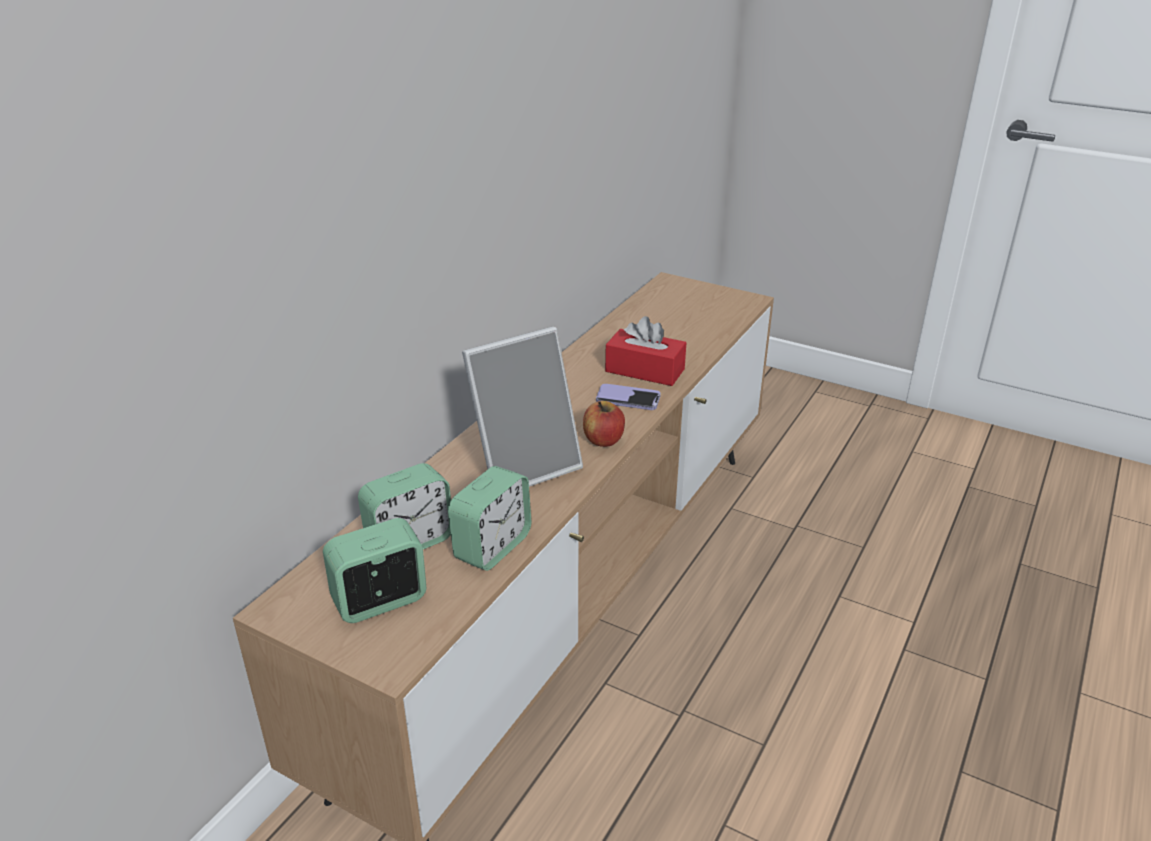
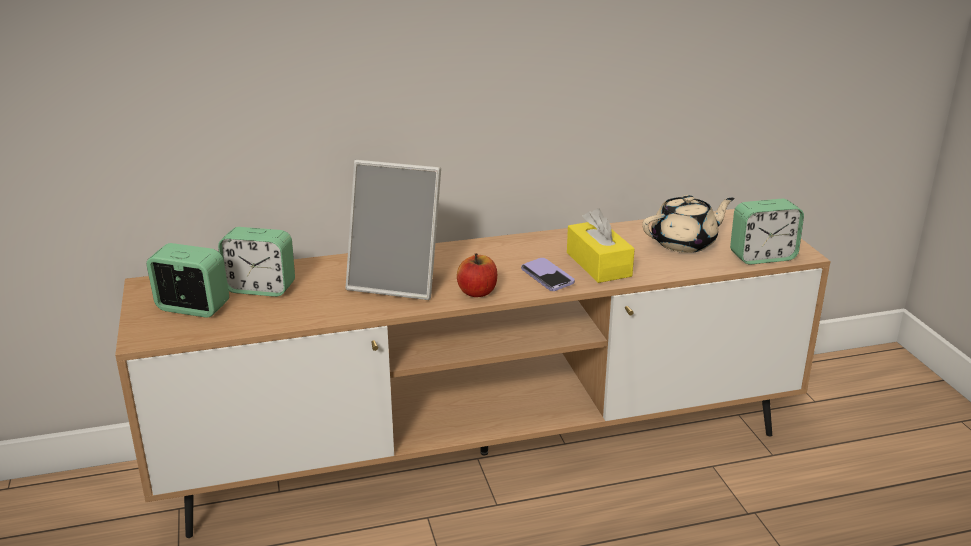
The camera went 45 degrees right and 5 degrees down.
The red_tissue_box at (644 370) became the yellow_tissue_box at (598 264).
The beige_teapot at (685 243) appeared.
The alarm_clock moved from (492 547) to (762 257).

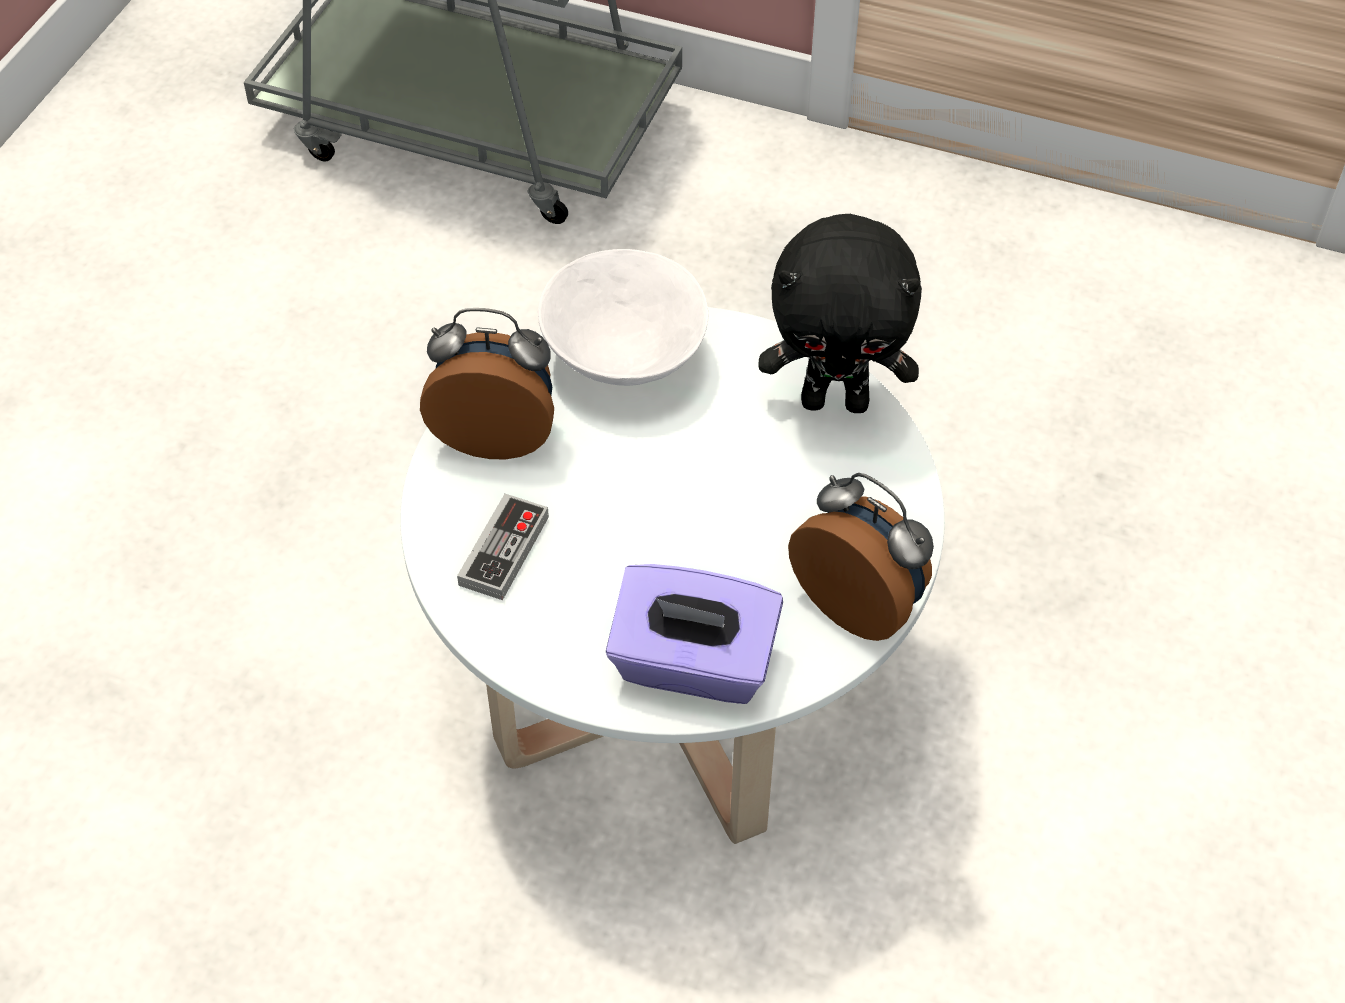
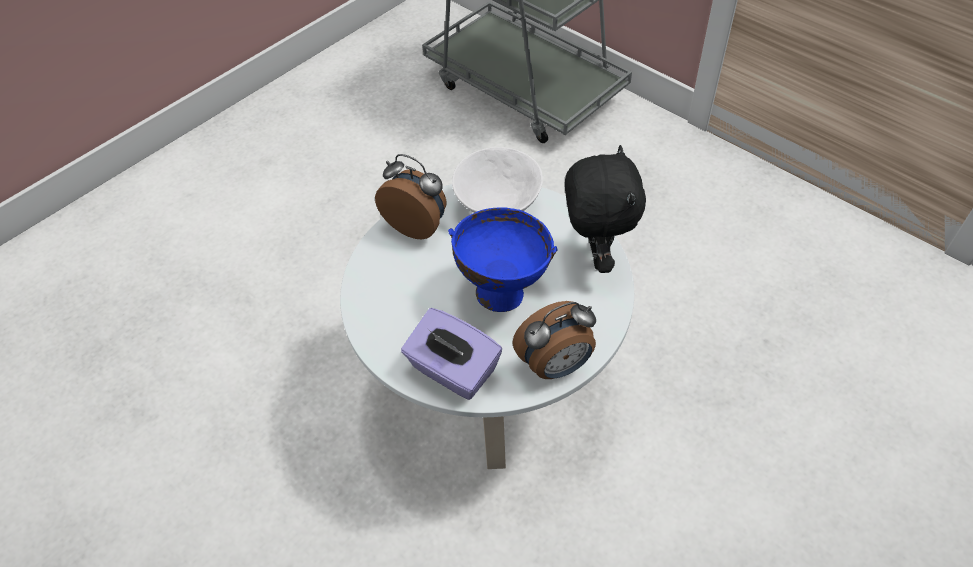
The camera went 25 degrees right and 0 degrees up.
The blue_bowl at (502 291) appeared.
The alarm_clock at (860 603) turned 90 degrees clockwise.
The black_plush_toy at (836 401) turned 120 degrees counterclockwise.
The game_controller at (504 550) disappeared.

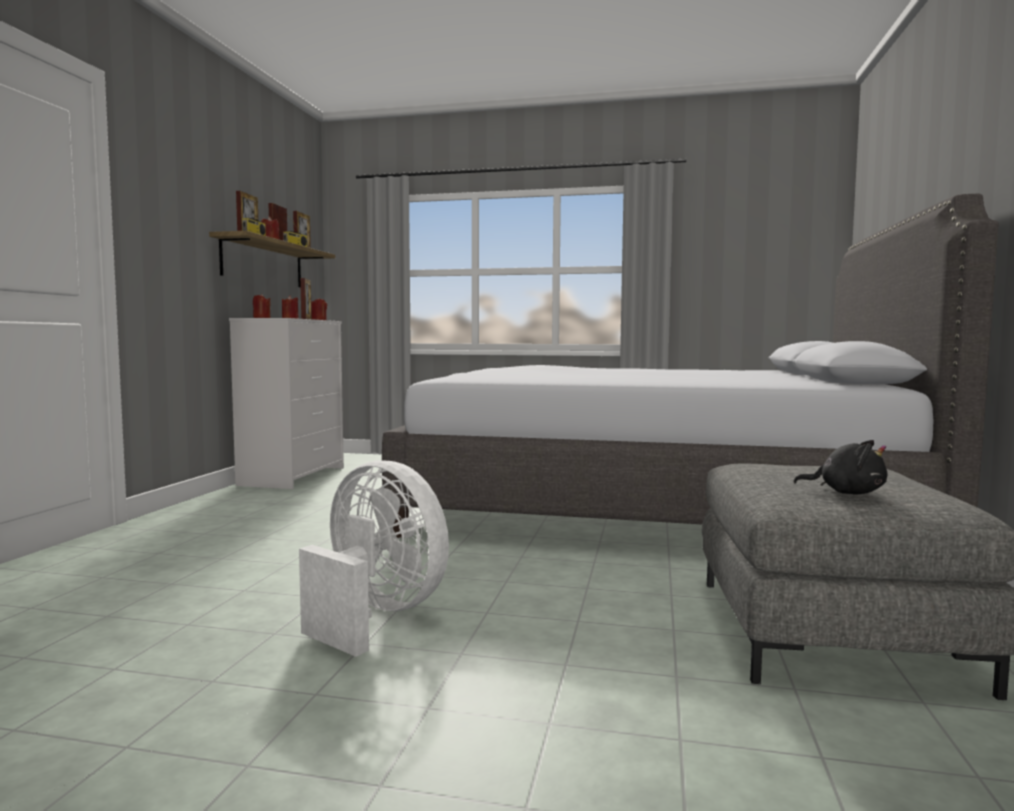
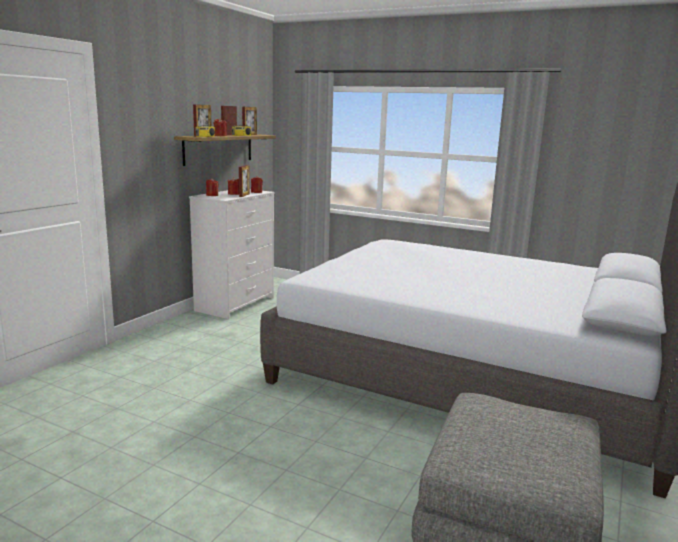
The camera went 15 degrees right and 10 degrees up.
The white_fan at (376 615) disappeared.
The black_plush_toy at (846 493) disappeared.

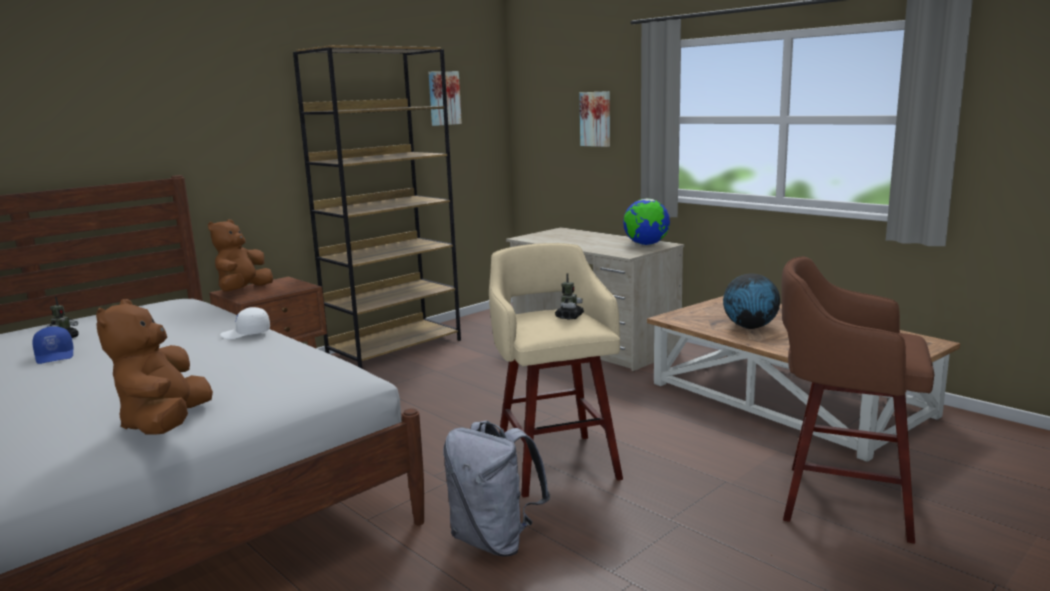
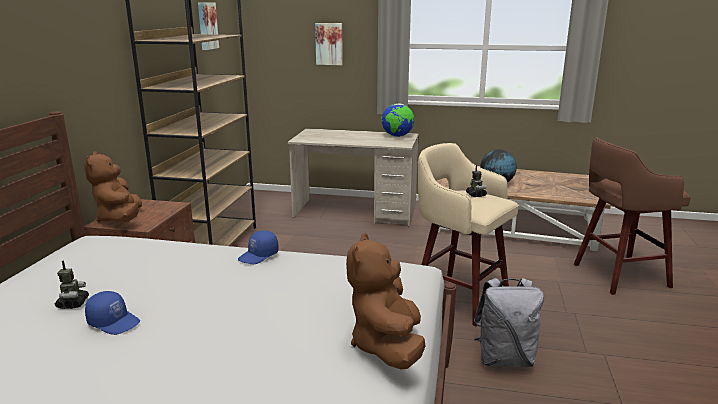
The camera went 35 degrees left and 5 degrees up.
The white_cap at (246 334) became the blue_cap at (259 256).
The brown_plush_toy at (166 425) turned 45 degrees clockwise.

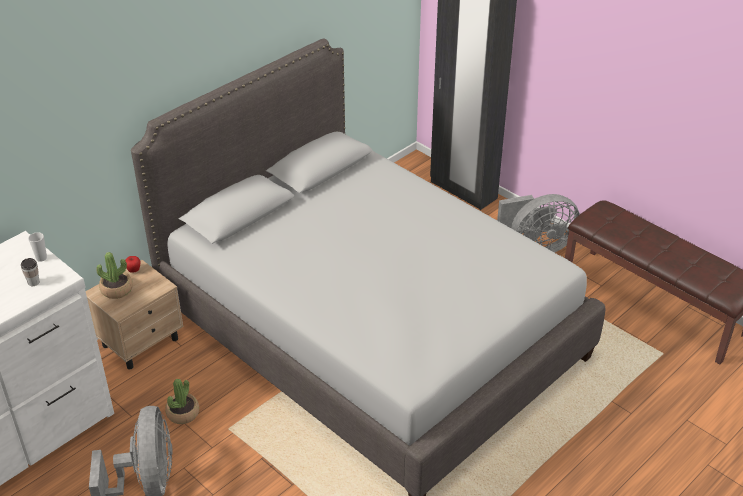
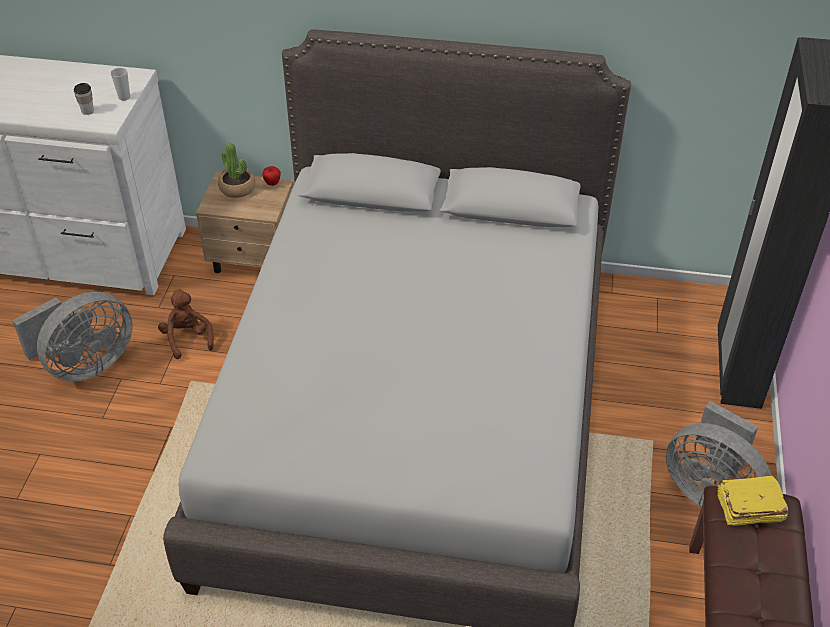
The camera went 55 degrees right and 5 degrees up.
The potted_plant at (183 413) was replaced by the brown_plush_toy at (187 339).
The yellow_book at (748 508) appeared.

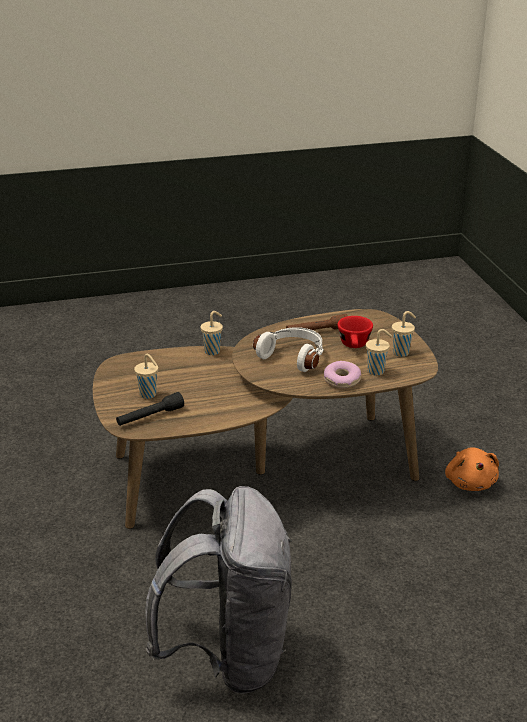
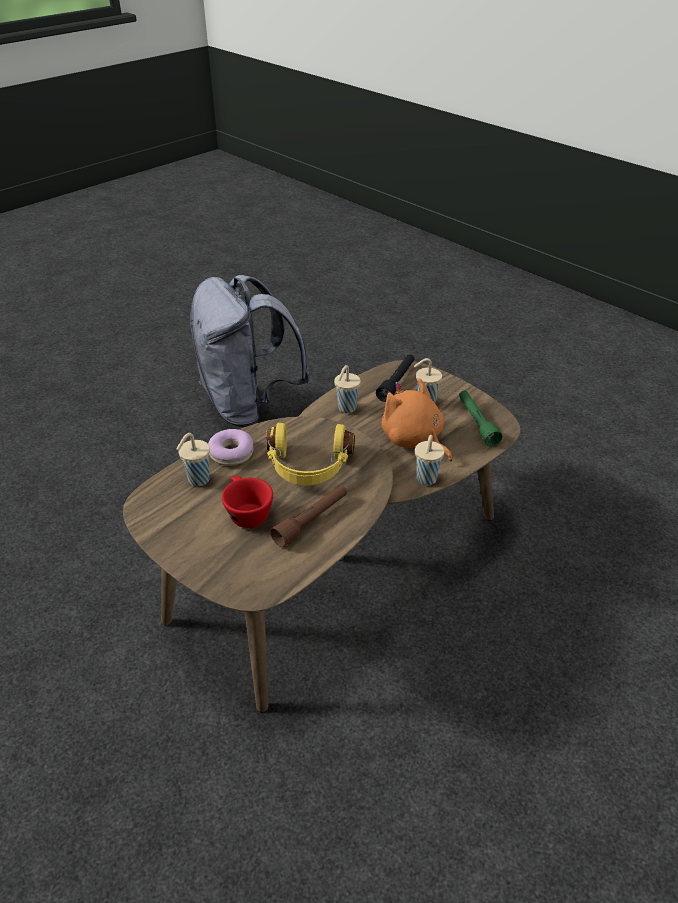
The camera went 150 degrees right and 10 degrees up.
The white_headphones at (293 356) became the yellow_headphones at (308 467).
The beige_cup moved from (402 353) to (346 409).
The orange_plush_toy moved from (470 482) to (413 440).
The green_flashlight at (476 423) appeared.

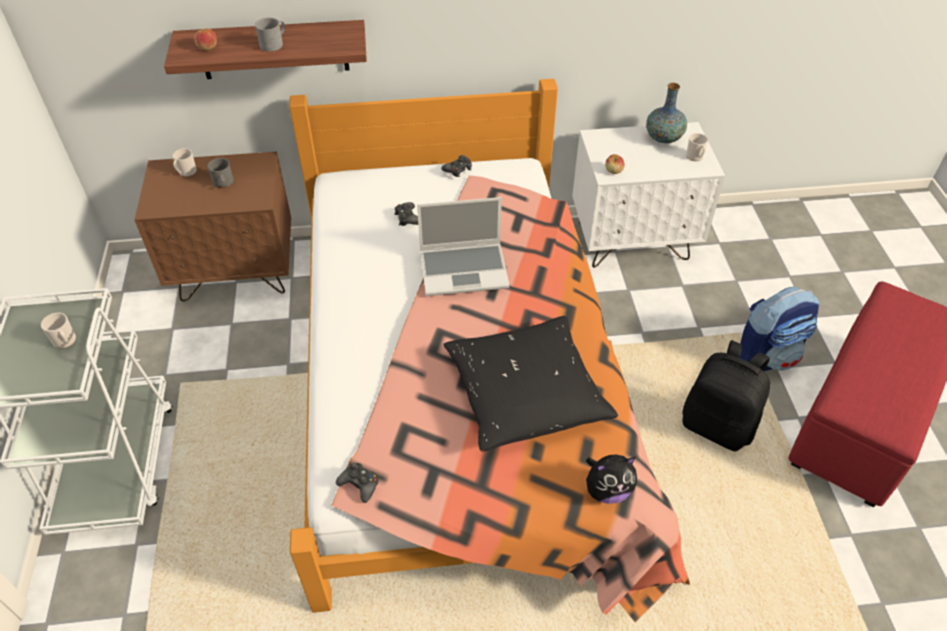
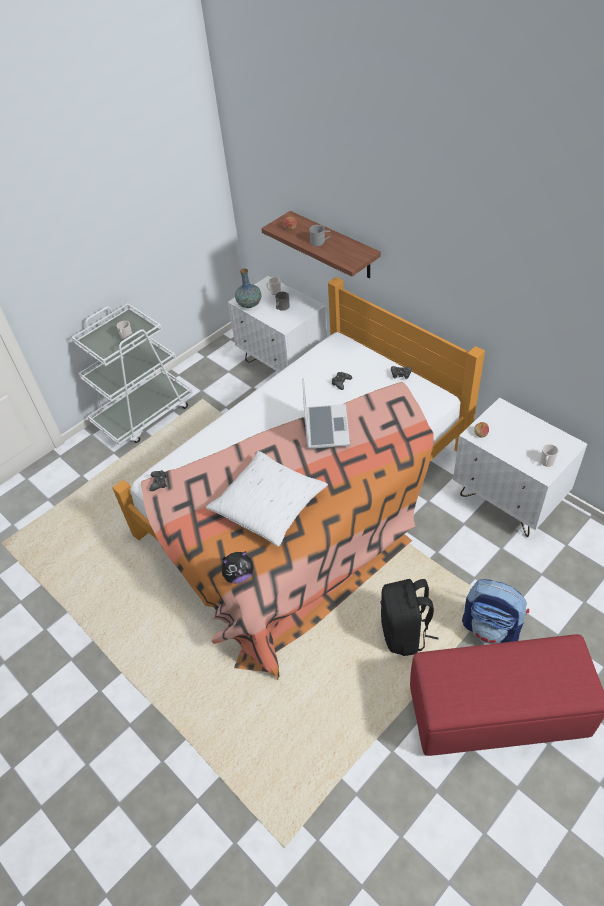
The camera went 55 degrees right and 0 degrees up.
The black_pillow at (526 393) became the white_pillow at (269 505).
The plush_toy at (607 490) turned 60 degrees counterclockwise.
The brown_nightstand at (236 274) became the white_nightstand at (283 364).
The vase moved from (663 138) to (249 304).
The laptop at (464 269) turned 135 degrees counterclockwise.

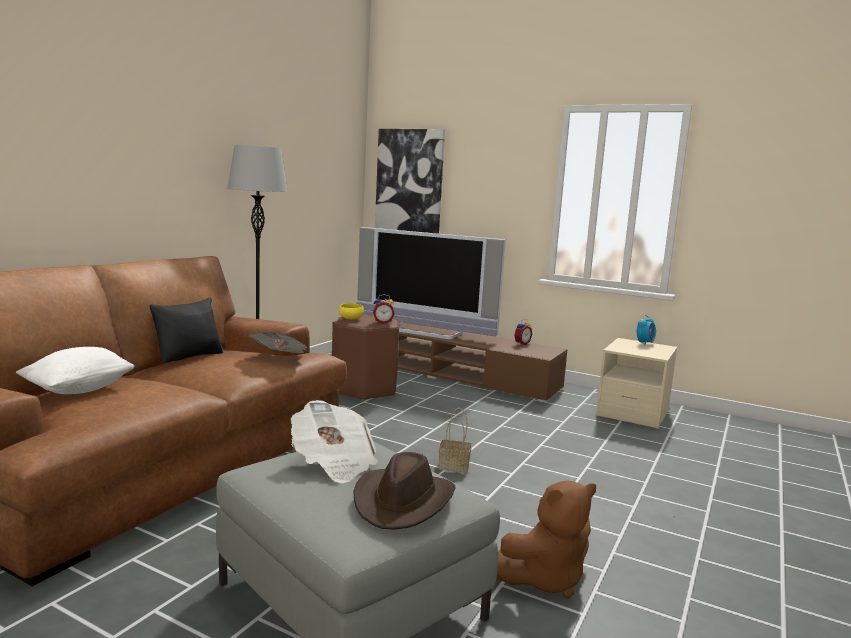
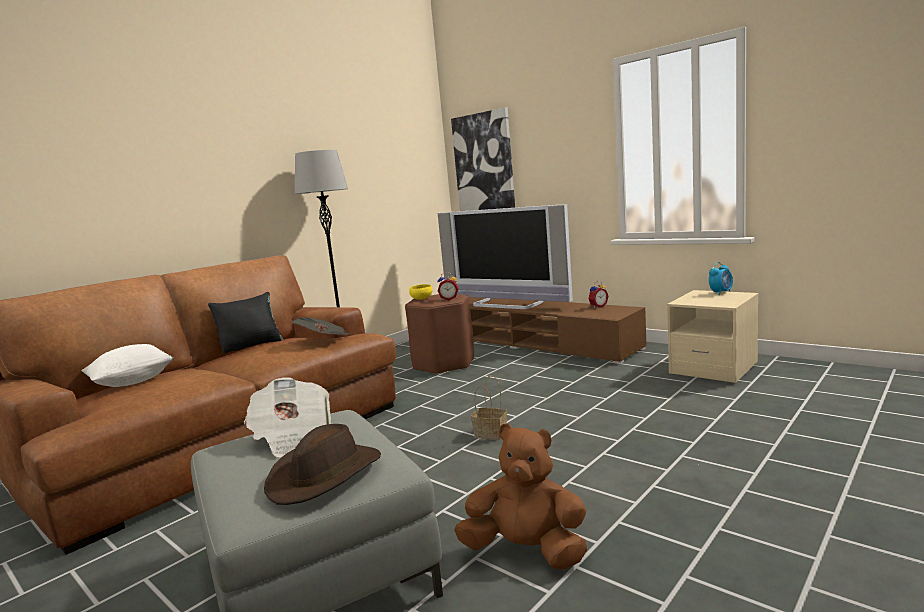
The camera went 15 degrees right and 0 degrees up.
The brown_plush_toy at (545 579) turned 150 degrees counterclockwise.

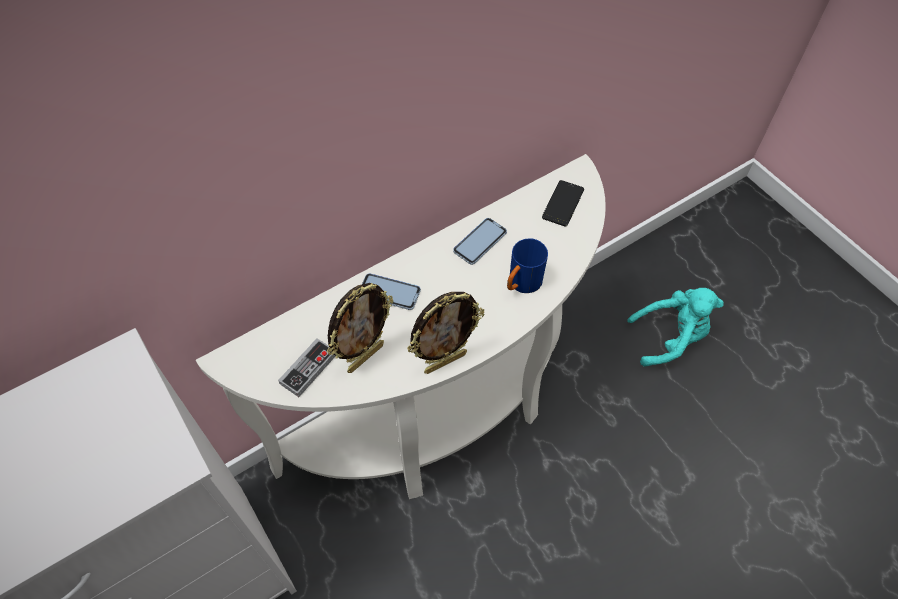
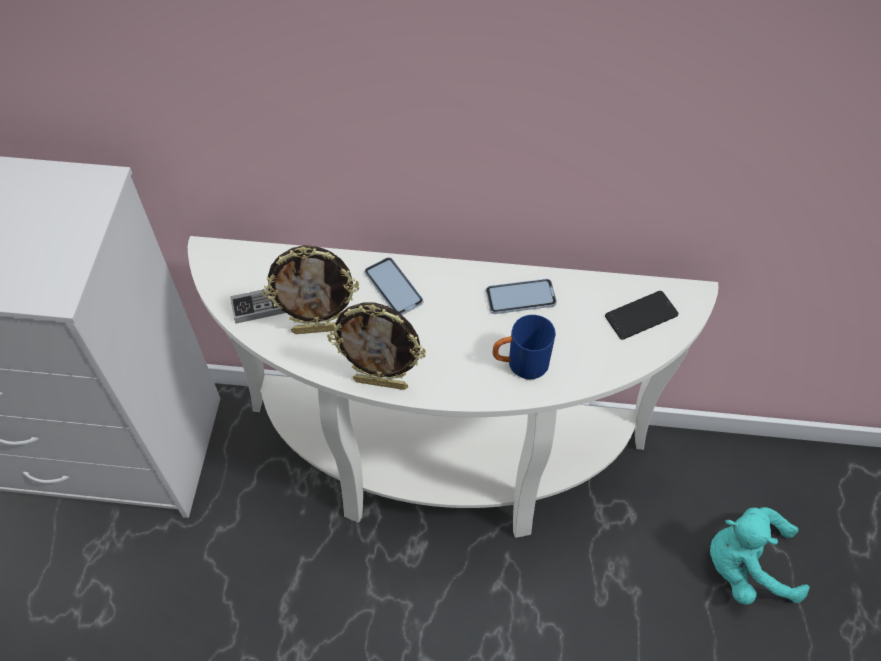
The camera went 40 degrees right and 0 degrees up.
The turquoise_plush_toy at (670 338) turned 150 degrees clockwise.

